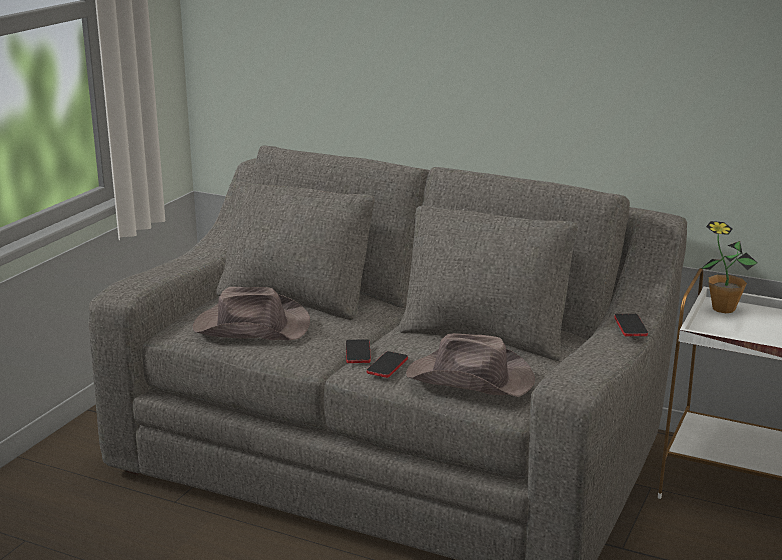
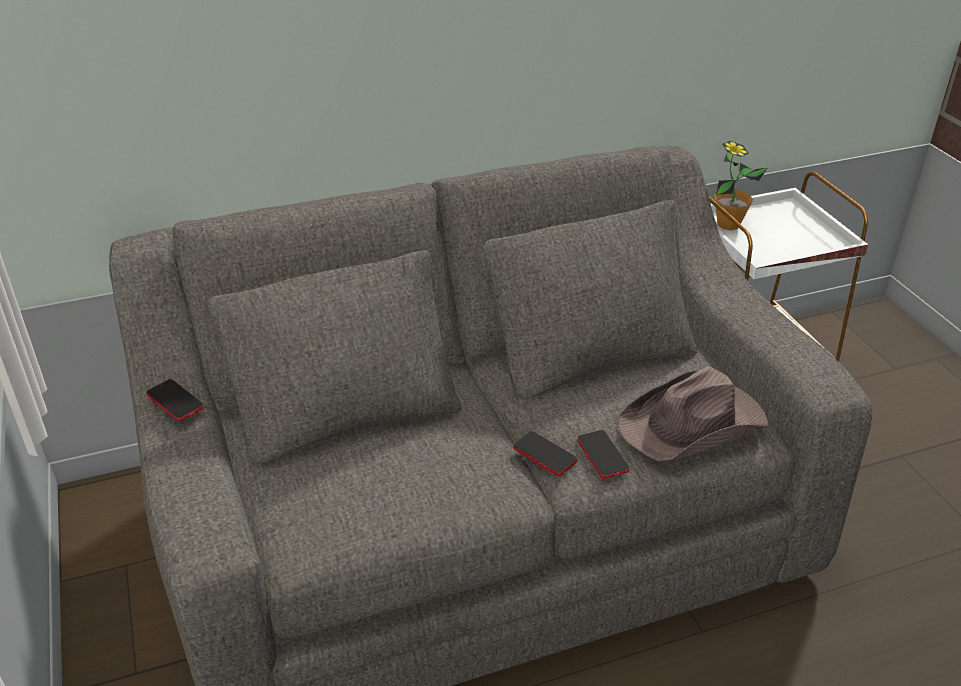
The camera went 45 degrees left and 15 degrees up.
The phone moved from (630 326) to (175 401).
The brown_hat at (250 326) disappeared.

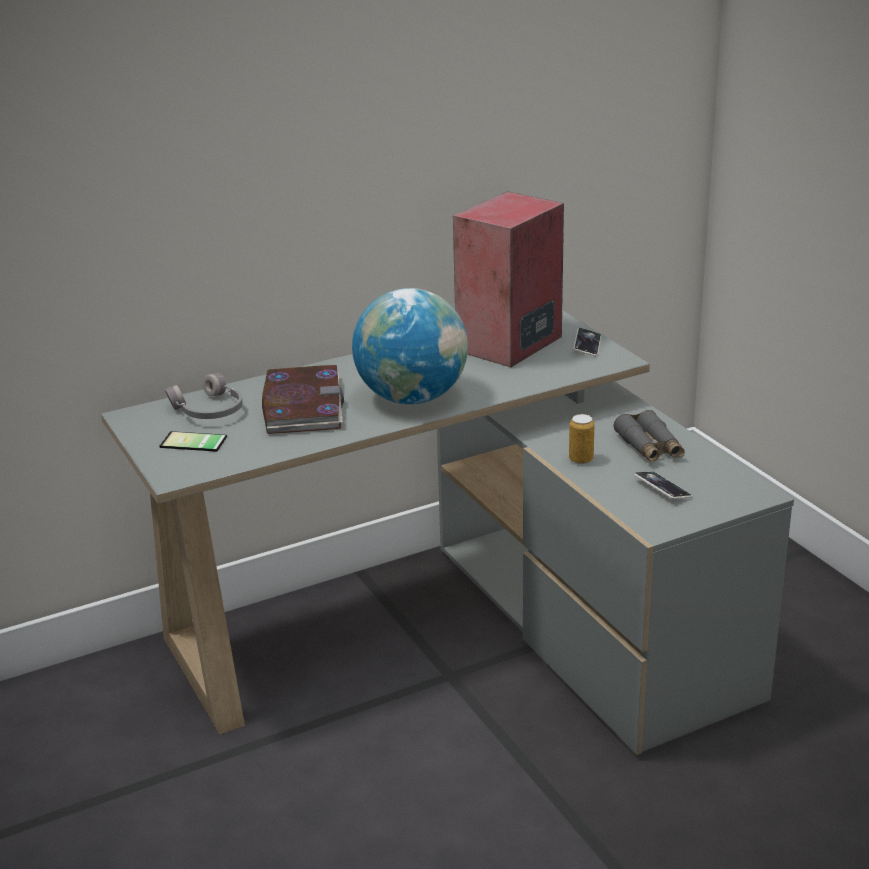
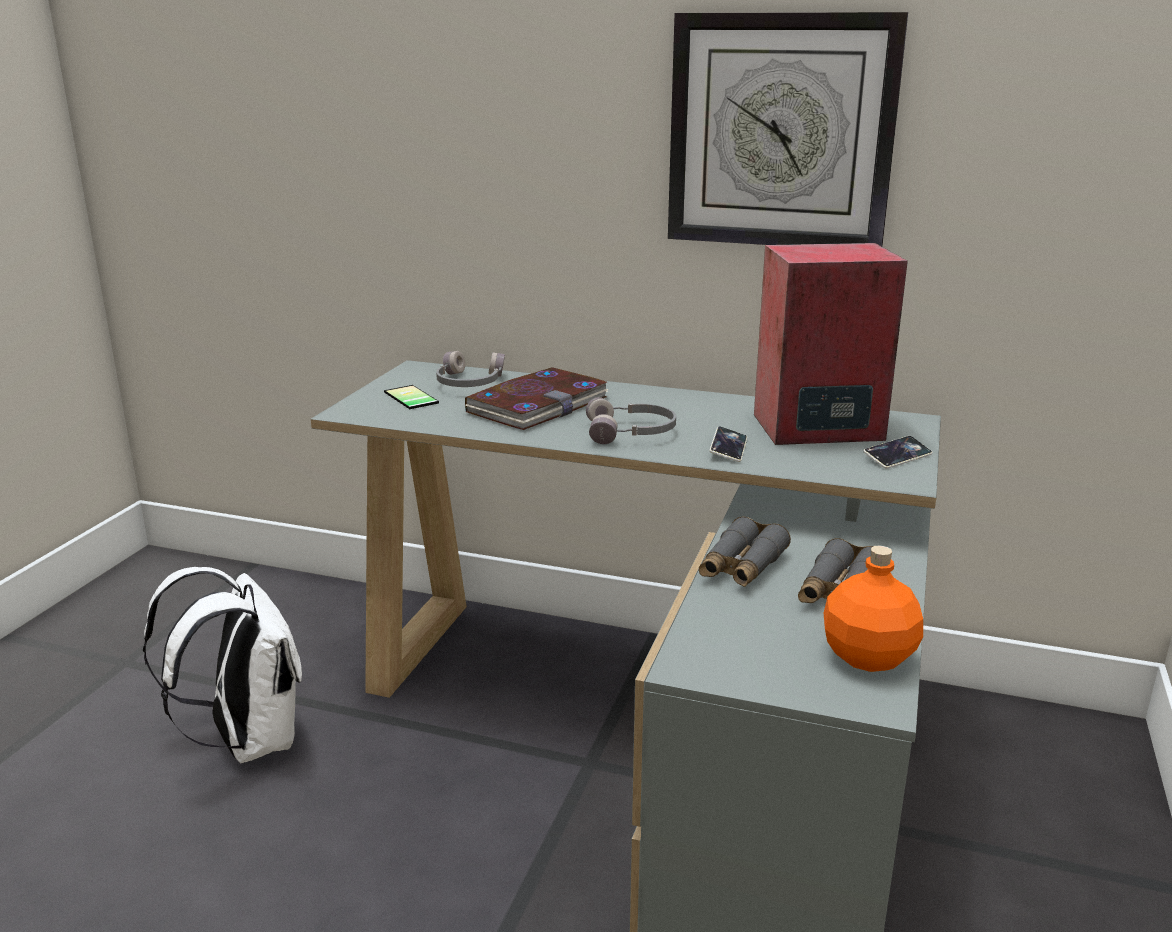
The camera went 45 degrees right and 5 degrees down.
The white_backpack at (248 740) appeared.
The globe at (412 398) was replaced by the grey_headphones at (631 433).
The wall_clock at (781 132) appeared.
The can at (581 459) was replaced by the grey_binoculars at (742 567).
The phone moved from (662 489) to (728 448).
The orange_bottle at (866 656) appeared.

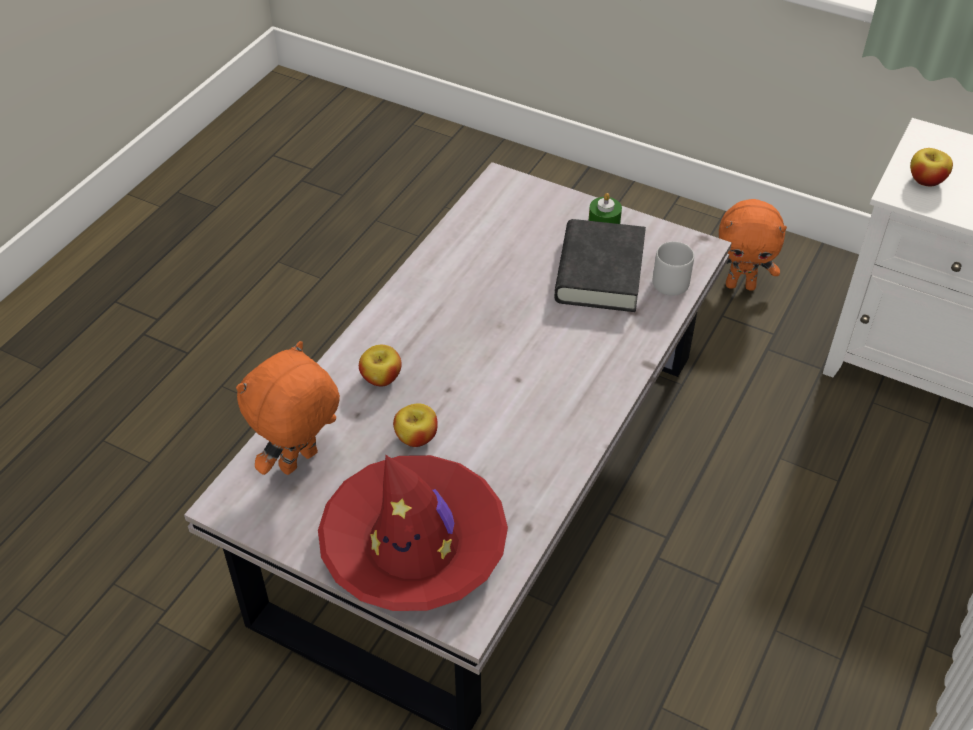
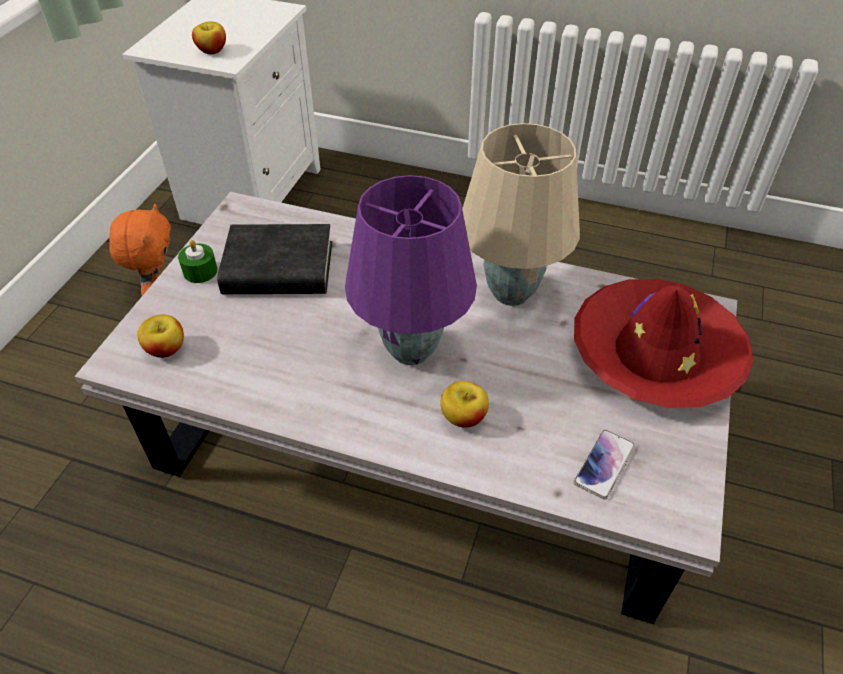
The camera went 100 degrees left and 0 degrees up.
The apple moved from (416 437) to (166 349).
The purple_table_lamp at (412 351) appeared.
The beige_table_lamp at (510 292) appeared.
The orange_plush_toy at (300 463) was replaced by the phone at (604 464).
The grey_mug at (673 280) disappeared.

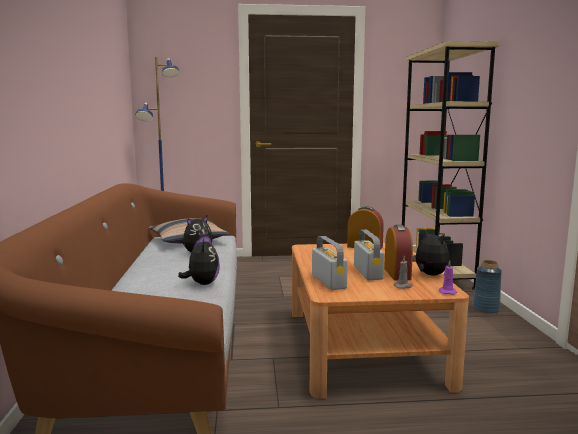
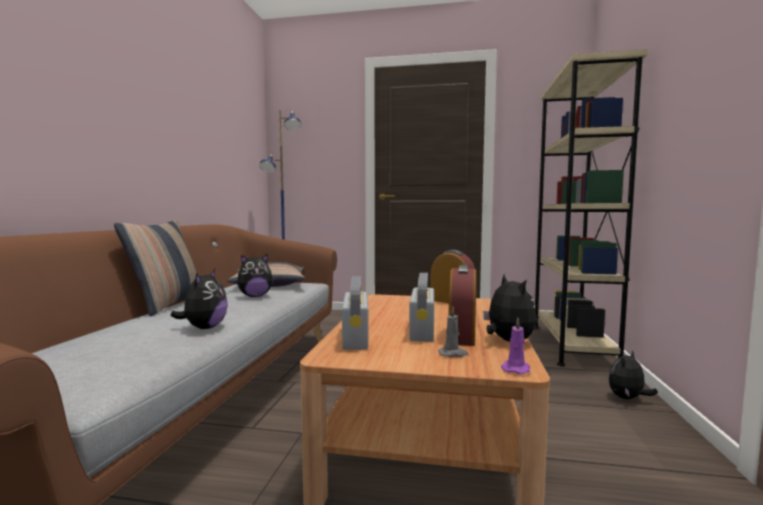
The camera went 15 degrees right and 5 degrees down.
The pillow at (168 304) appeared.
The blue_vase at (486 309) was replaced by the plush_toy at (627 398).

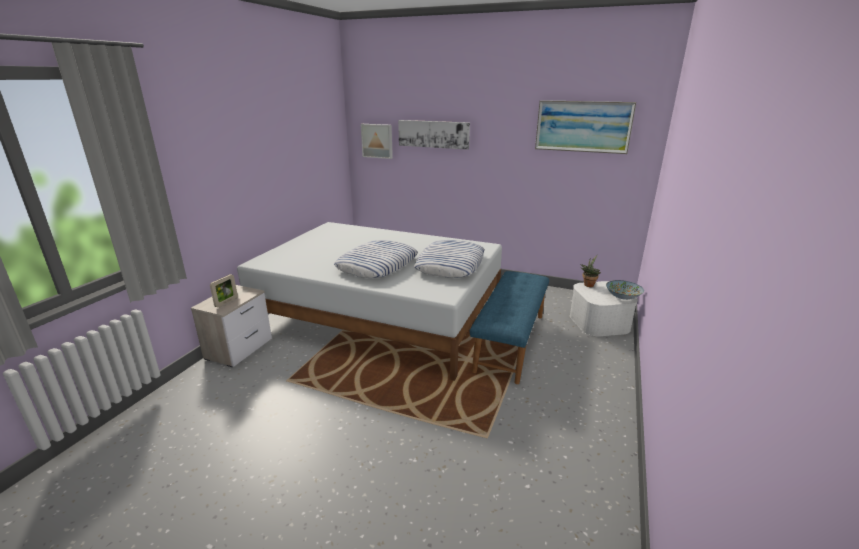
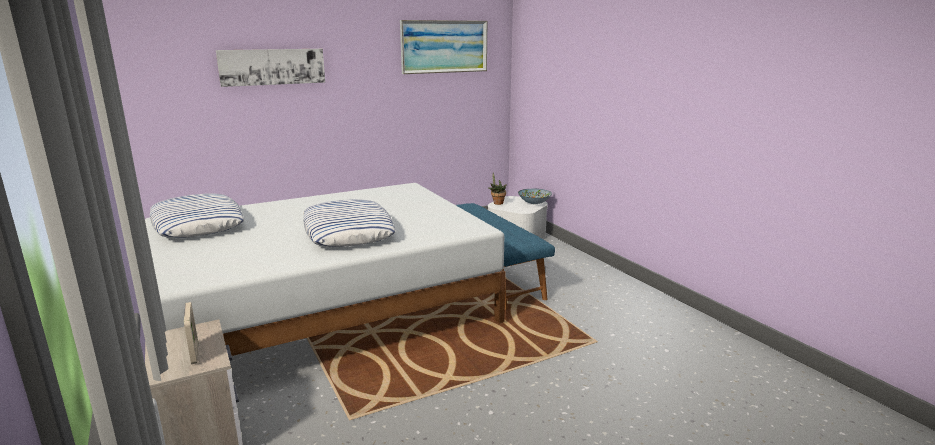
The camera went 50 degrees left and 5 degrees down.
The pillow moved from (450 264) to (197 223).
The picture at (377 141) disappeared.

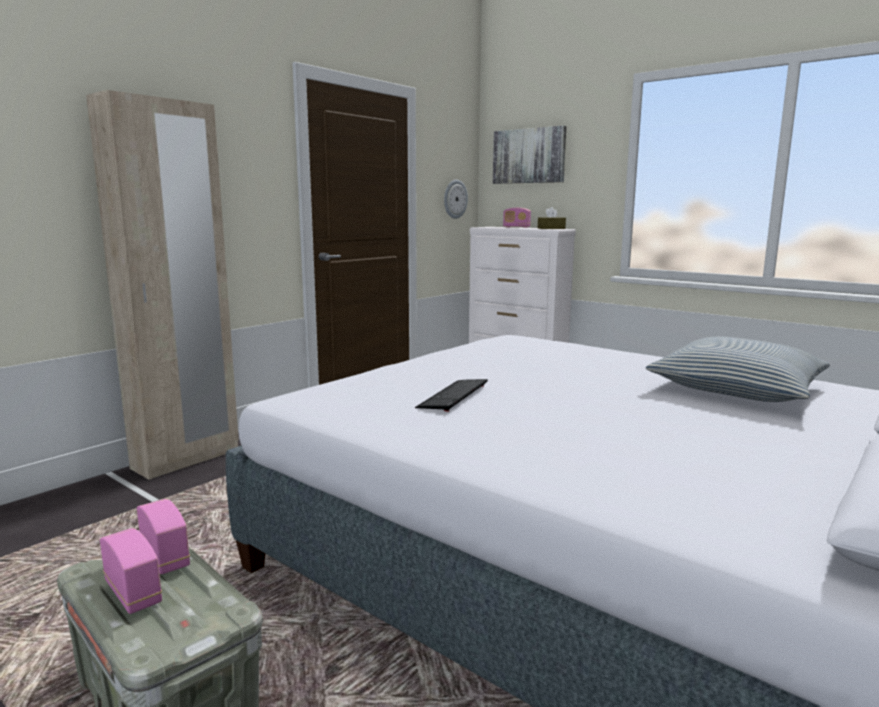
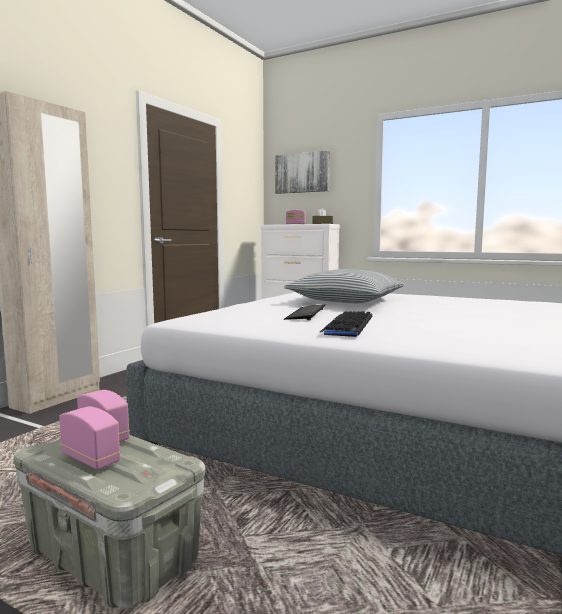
The camera went 10 degrees left and 5 degrees down.
The pillow moved from (737 388) to (347 300).
The keyboard at (348 325) appeared.
The wall_clock at (454 199) disappeared.

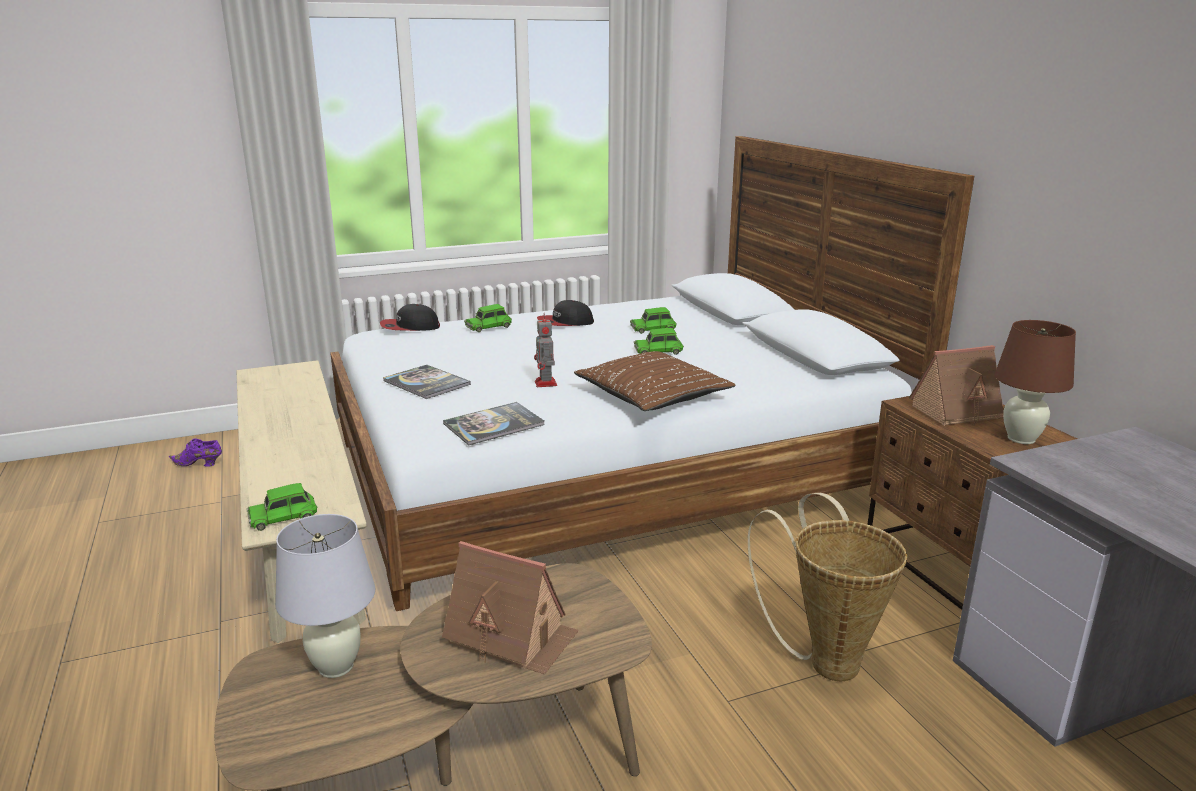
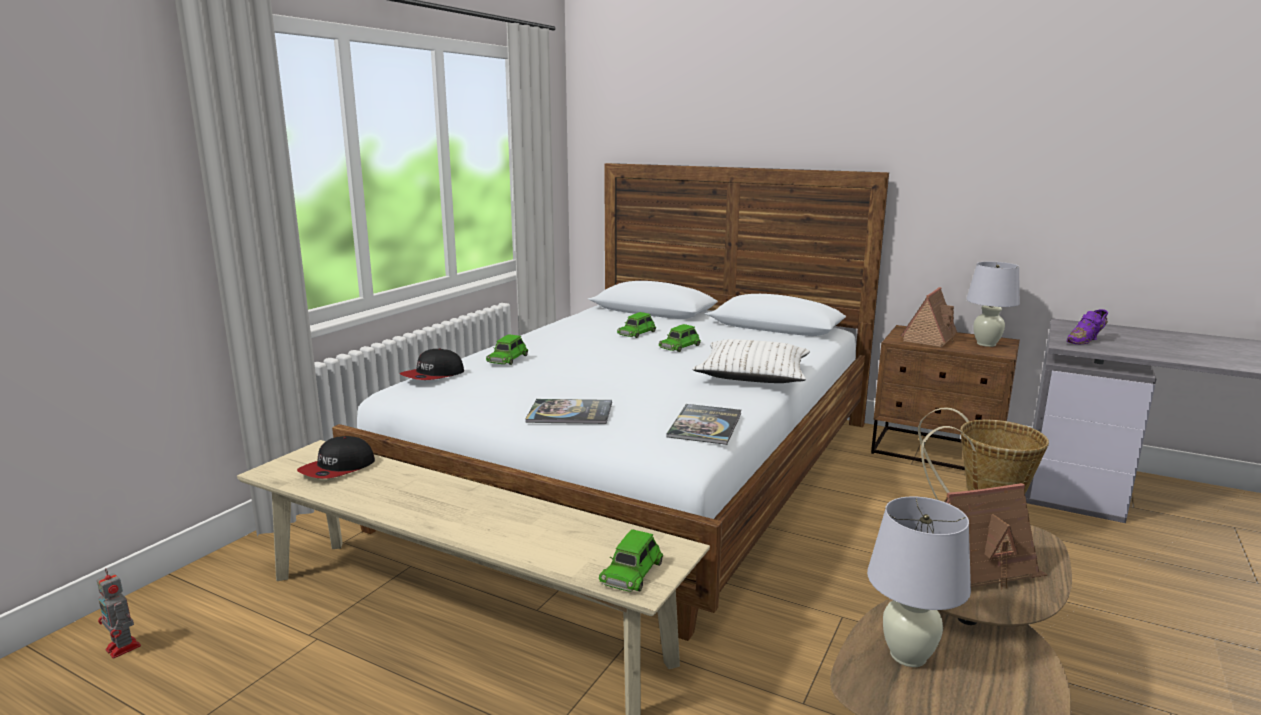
The camera went 40 degrees left and 5 degrees down.
The toy_robot moved from (546 384) to (124 648).
The cap moved from (565 323) to (338 468).
The brown_pillow at (652 395) became the white_pillow at (753 375).
The brown_table_lamp at (1021 439) became the white_table_lamp at (986 344).
The purple_shoe moved from (199 464) to (1086 340).

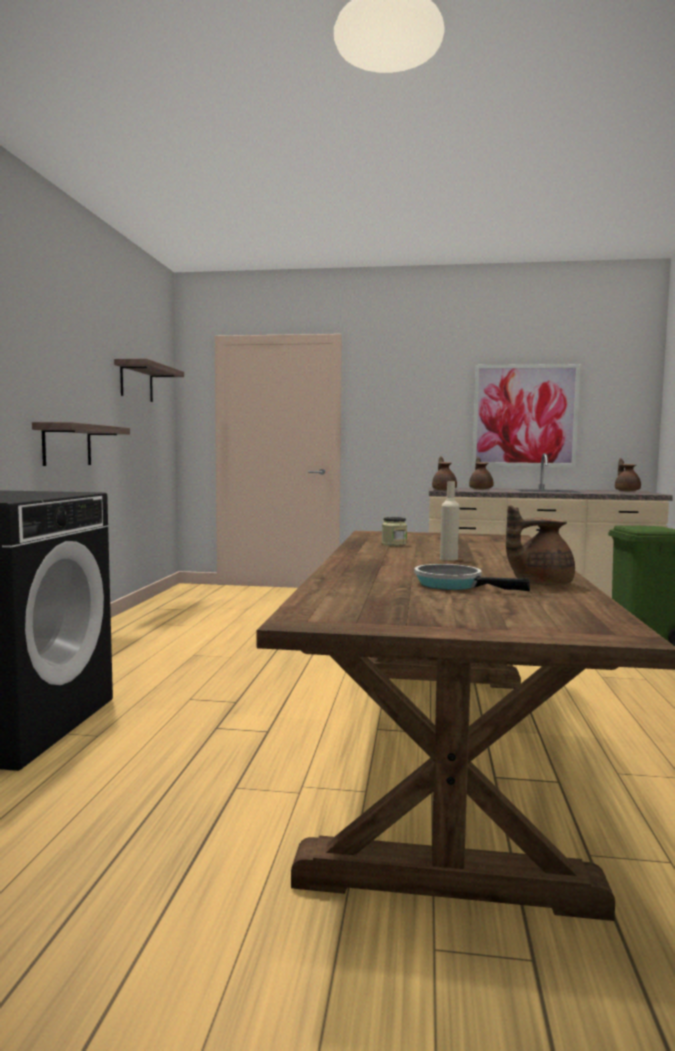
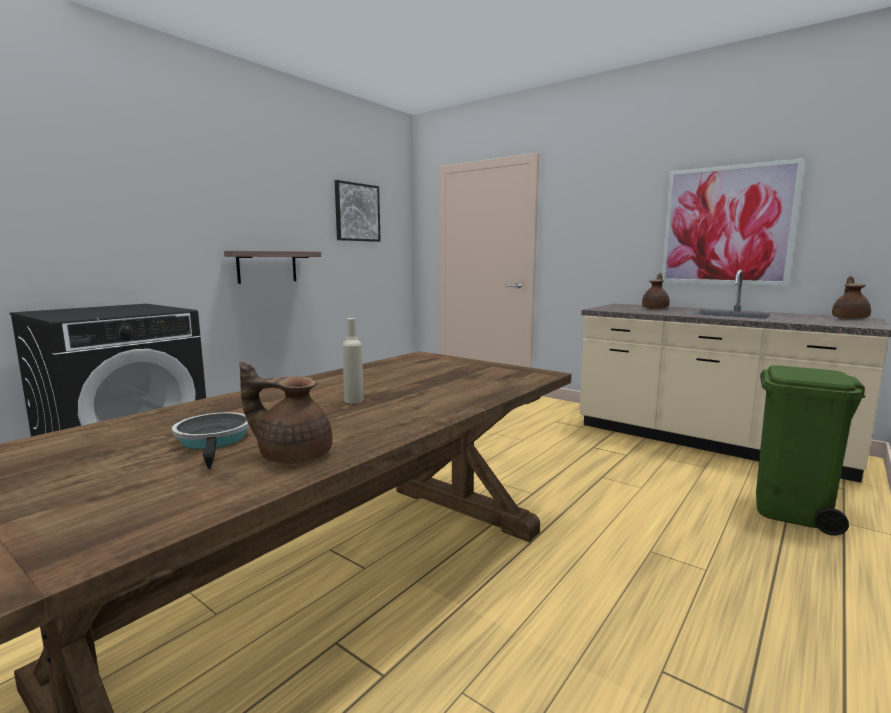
The camera went 30 degrees right and 5 degrees up.
The shelf at (136 382) was replaced by the picture at (357 212).
The jar at (394 544) disappeared.
The brown_teapot at (444 490) disappeared.

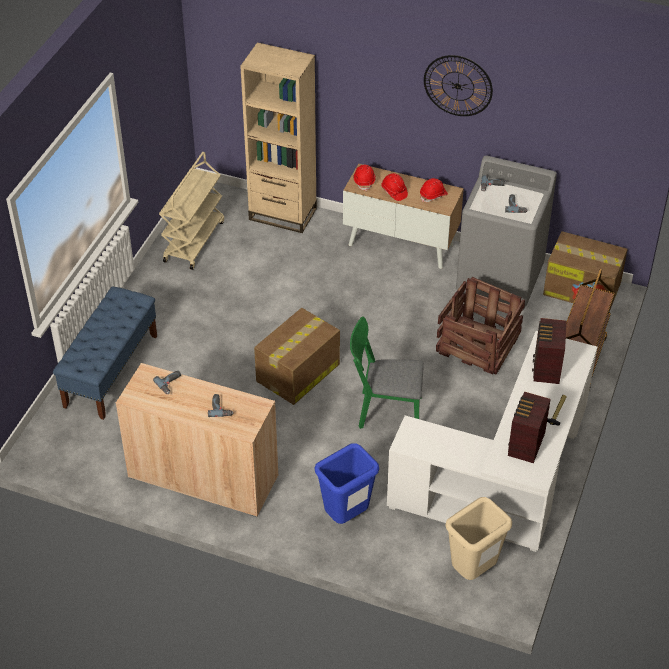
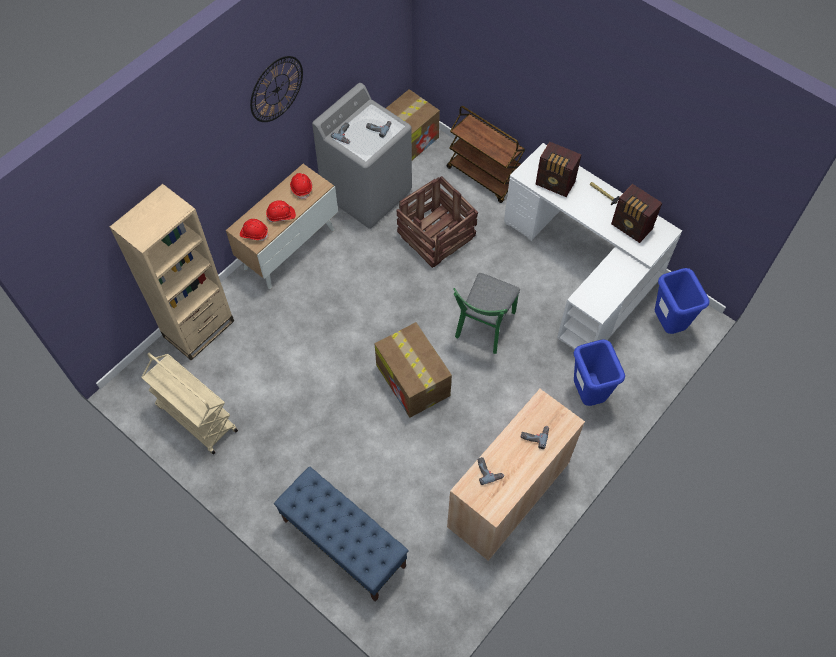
The camera went 70 degrees left and 15 degrees up.
The beige_trash_can at (472 572) became the blue_trash_can at (668 325).

